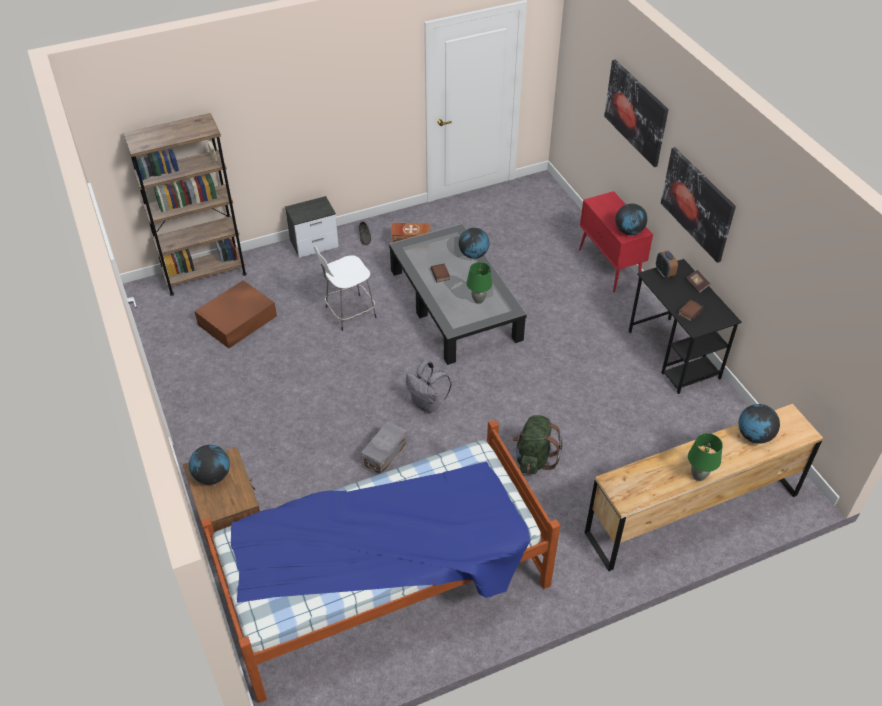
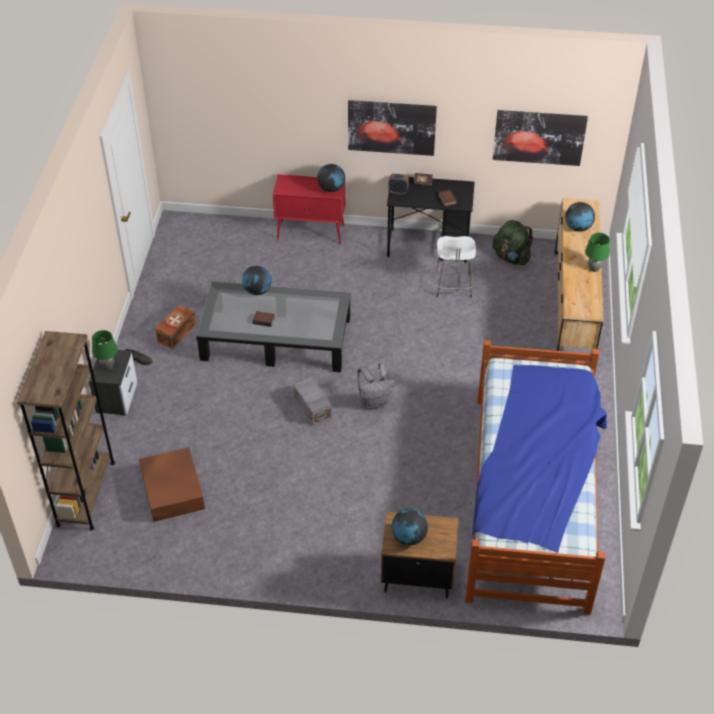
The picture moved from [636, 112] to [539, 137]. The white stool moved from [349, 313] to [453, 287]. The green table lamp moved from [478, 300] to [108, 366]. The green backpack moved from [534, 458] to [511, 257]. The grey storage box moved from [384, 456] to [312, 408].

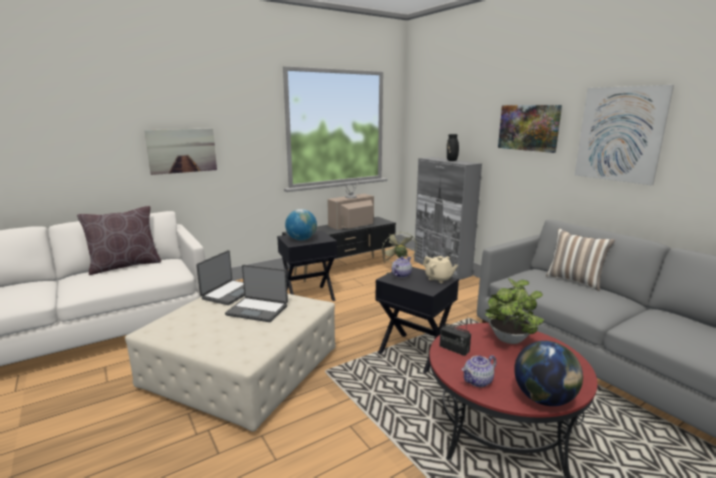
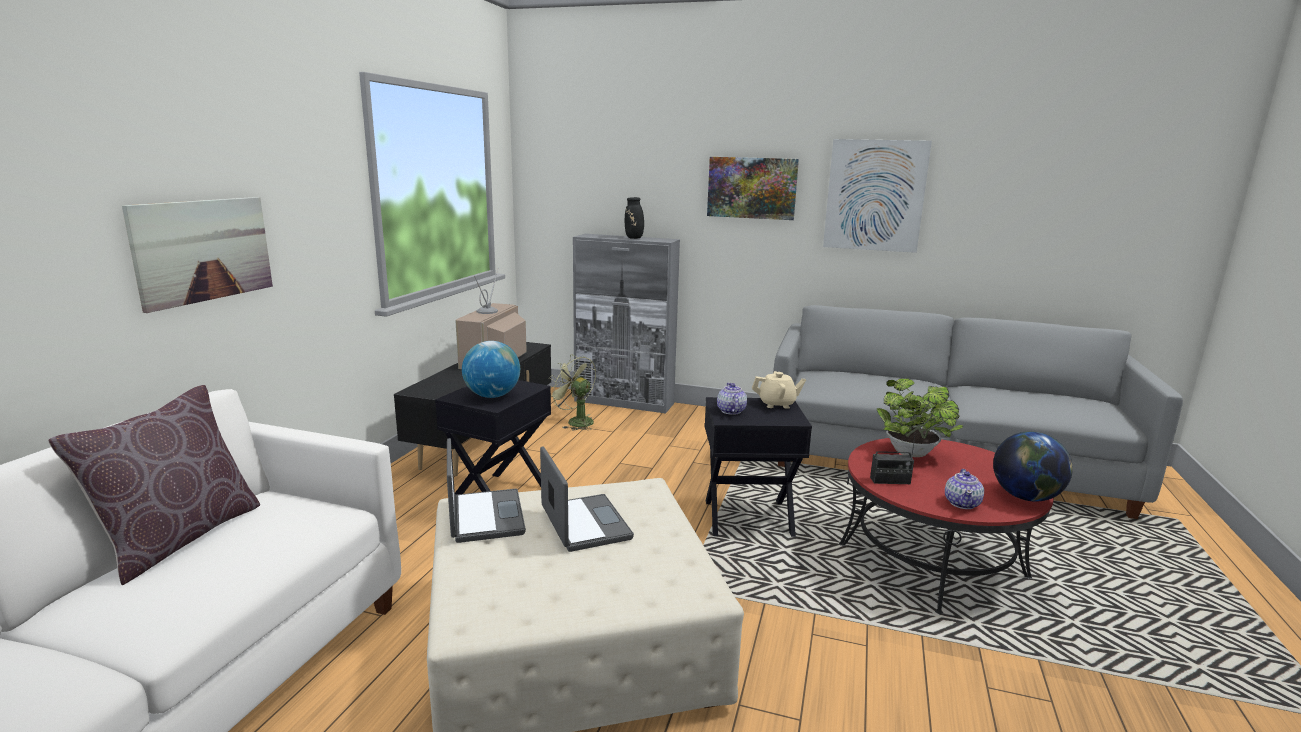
The pillow at [575, 280] disappeared. The laptop at [258, 310] turned 90 degrees counterclockwise.

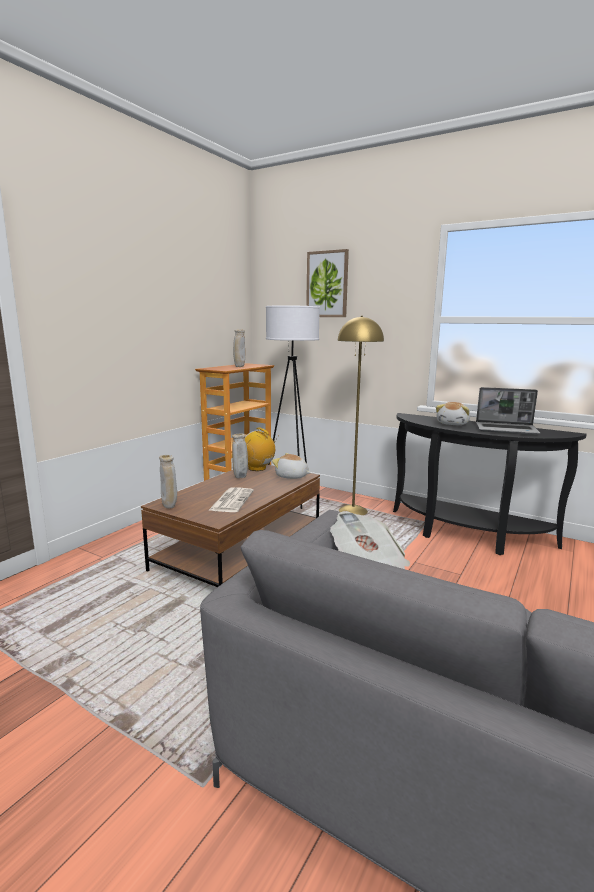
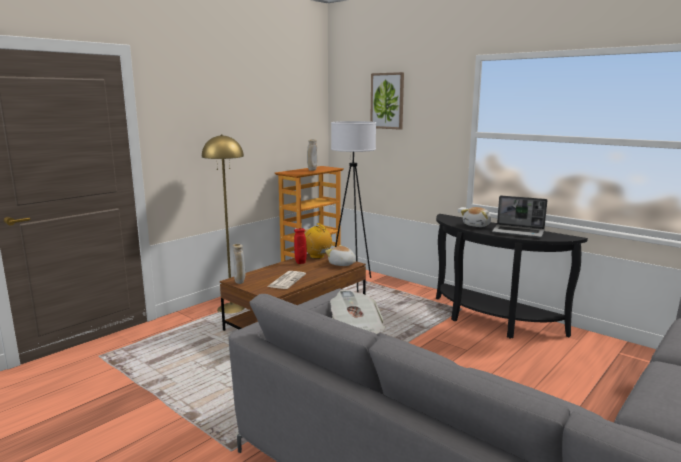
The yellow floor lamp moved from [352, 511] to [231, 308]. The beige vase at [240, 477] became the red vase at [300, 263].

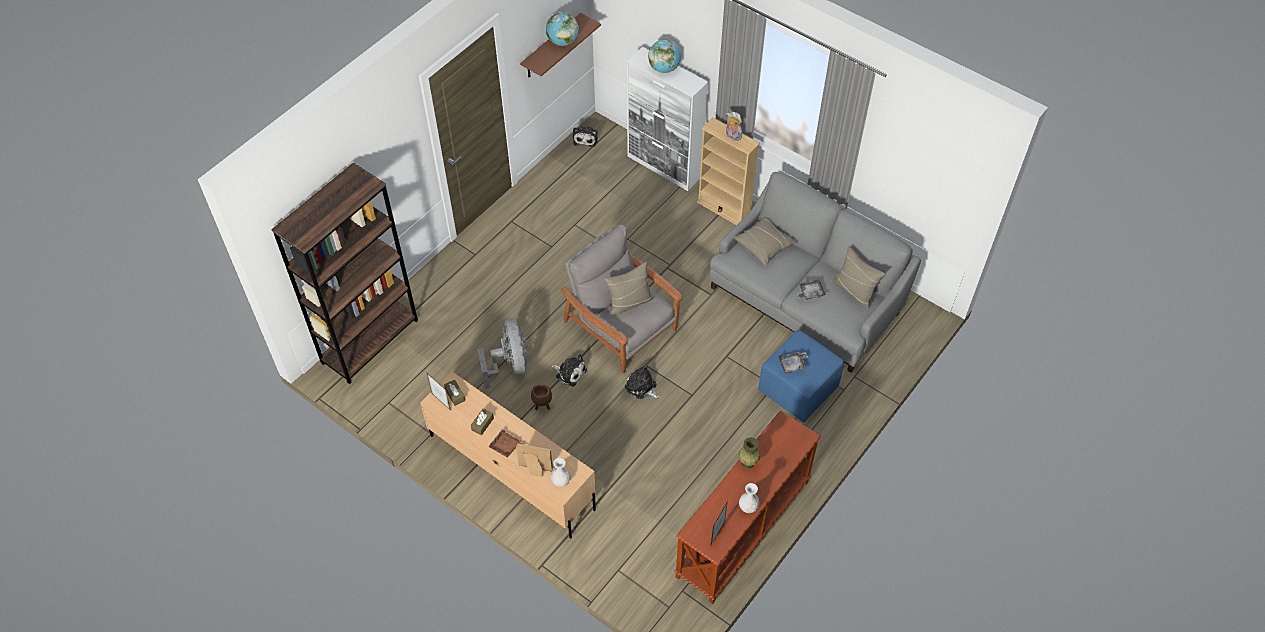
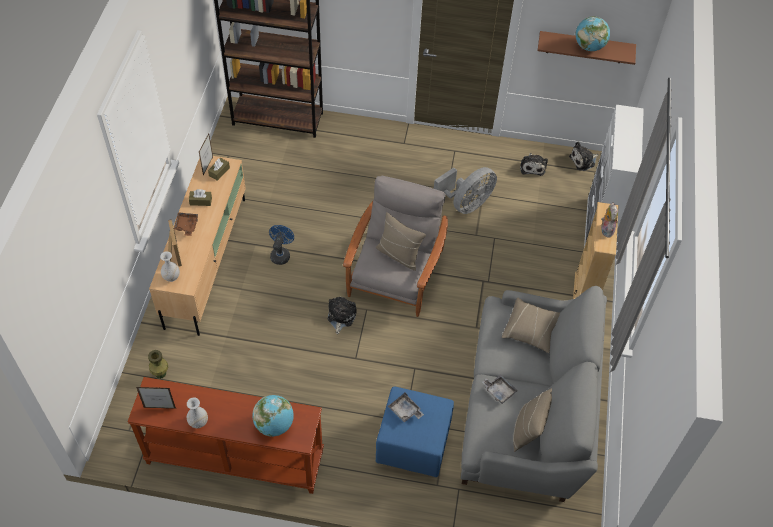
The globe moved from [664, 68] to [274, 425]. The grey fan moved from [510, 365] to [466, 204]. The plush toy moved from [569, 372] to [532, 166]. The brown planter at [542, 406] was replaced by the blue fan at [281, 254]. The green vase moved from [748, 463] to [160, 373].

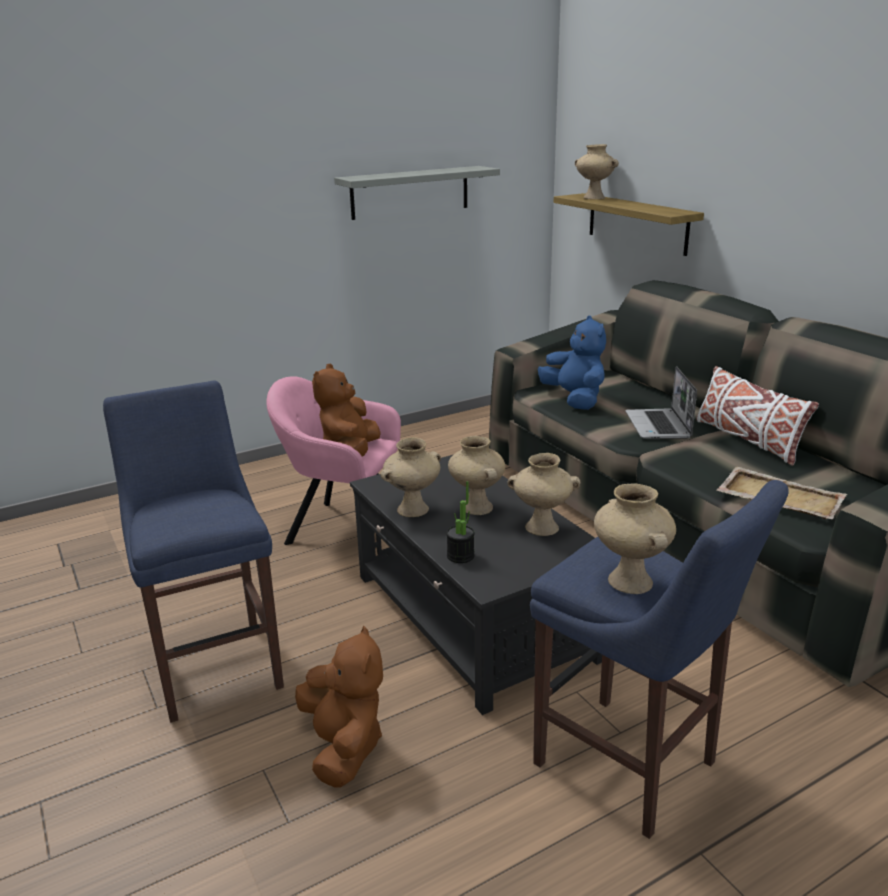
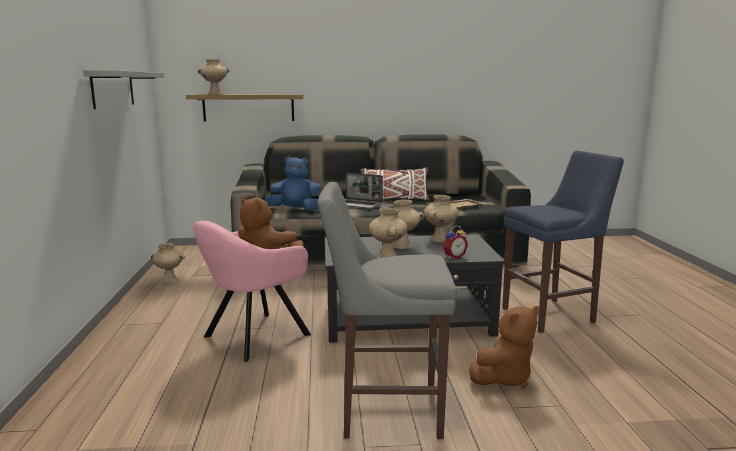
The blue stool at [216, 664] became the grey stool at [385, 411]. The potted plant at [460, 556] was replaced by the alarm clock at [453, 257]. The beige vase moved from [628, 581] to [169, 280]. The brown plush toy at [343, 747] turned 135 degrees clockwise.

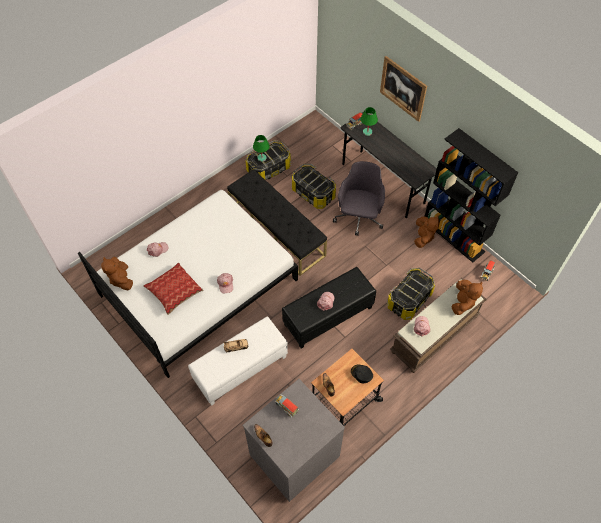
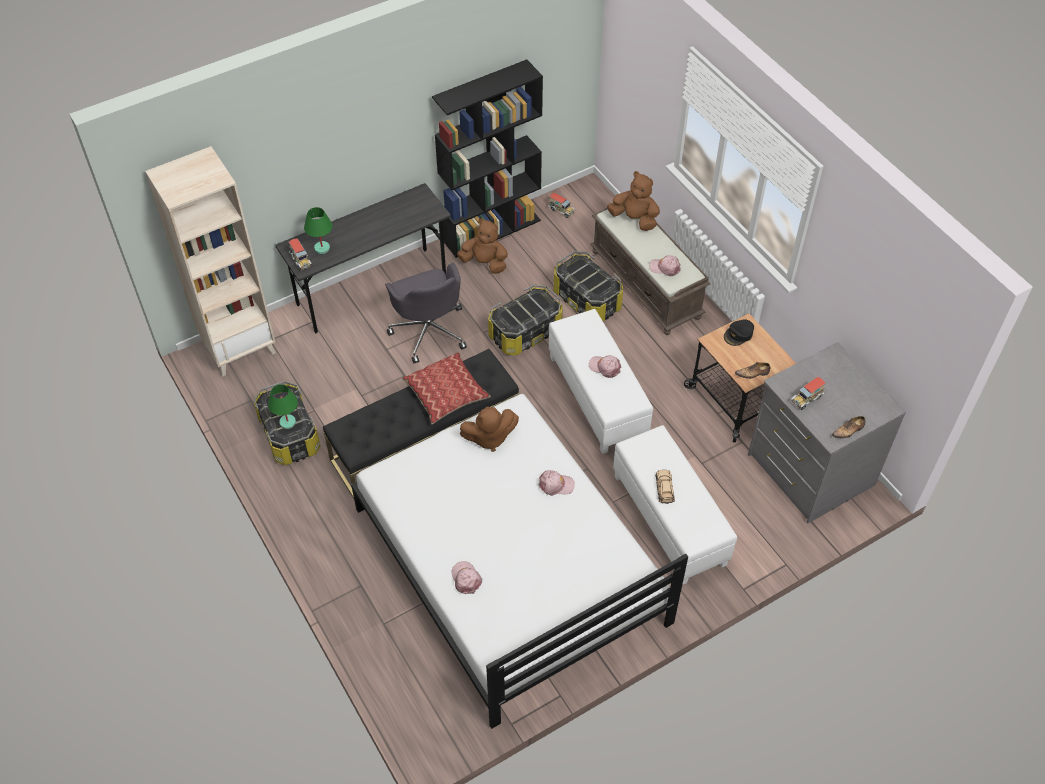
The picture at [403, 88] disappeared. The grey office chair at [359, 218] turned 135 degrees counterclockwise. The storage box moved from [313, 193] to [525, 333]. The brown plush toy moved from [121, 279] to [489, 437]. The pillow moved from [174, 291] to [446, 393]. The black ottoman at [328, 316] became the white ottoman at [598, 397]. The beige bookcase at [240, 348] appeared.

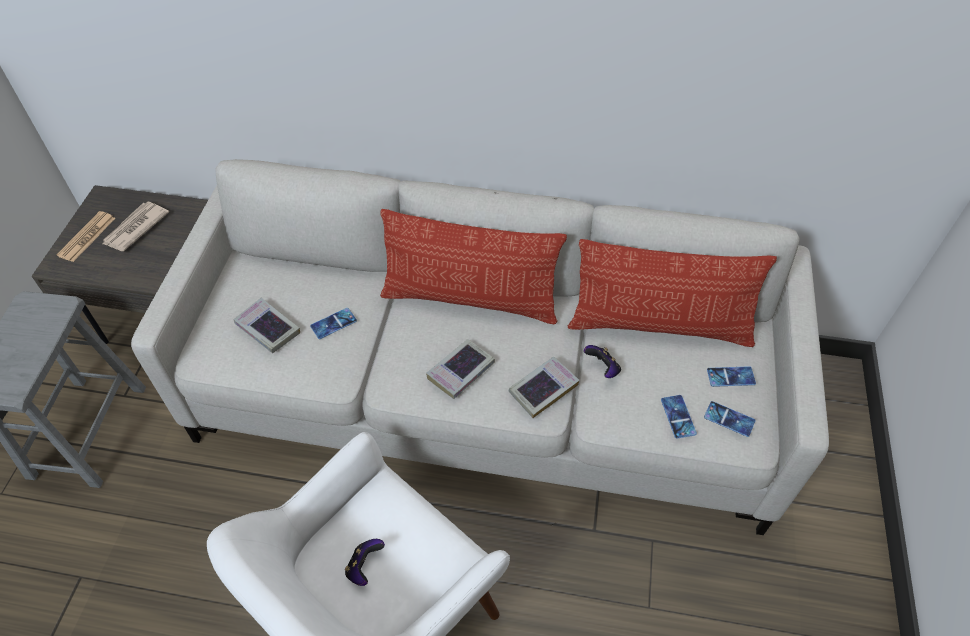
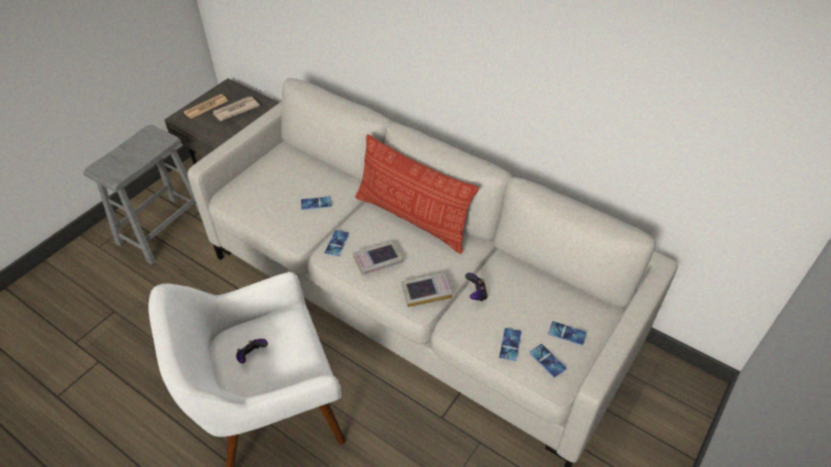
The pillow at [659, 326] disappeared. The book at [268, 329] disappeared. The phone at [336, 243] appeared.

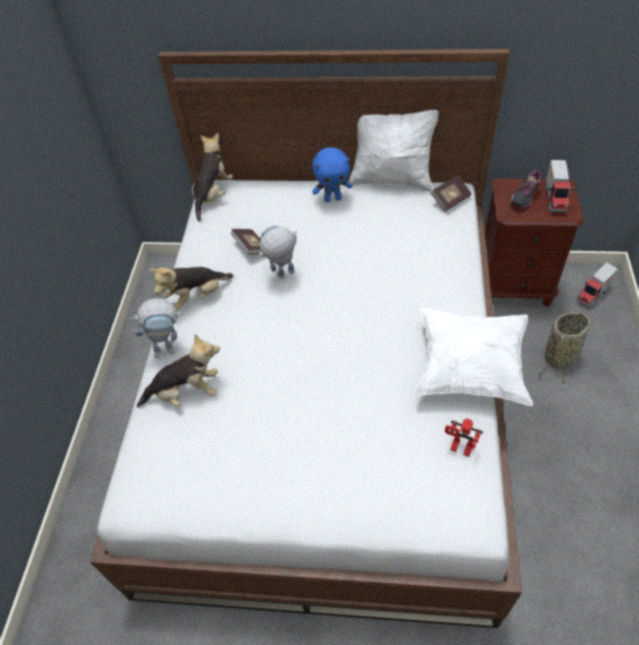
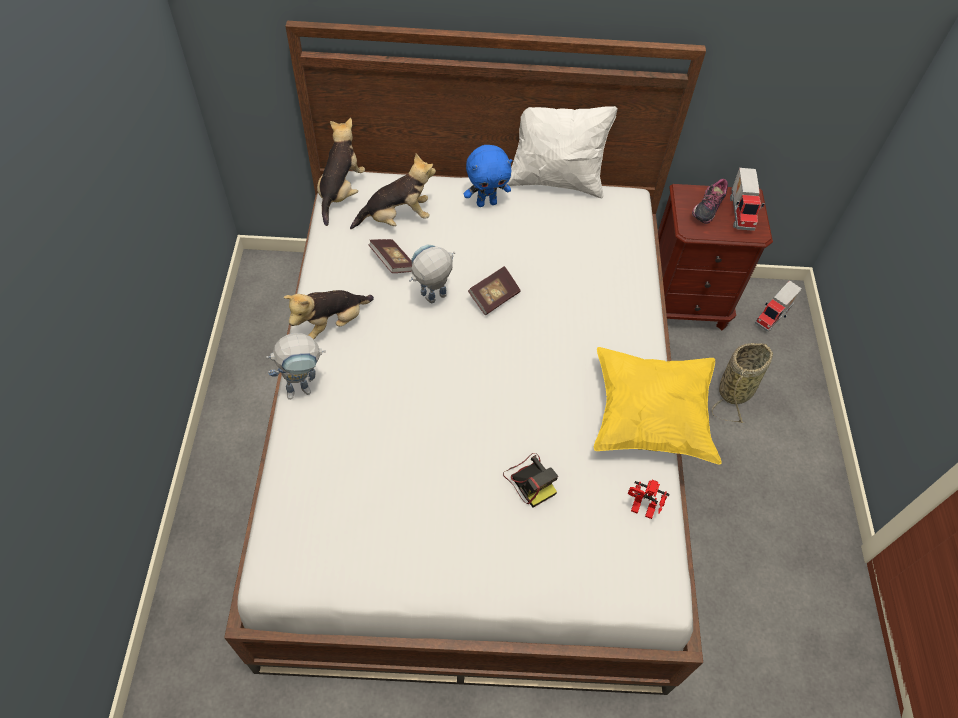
The book moved from [450, 200] to [494, 297]. The white pillow at [470, 368] became the yellow pillow at [650, 417]. The plush toy moved from [186, 393] to [397, 218]. The photo camera at [530, 480] appeared.

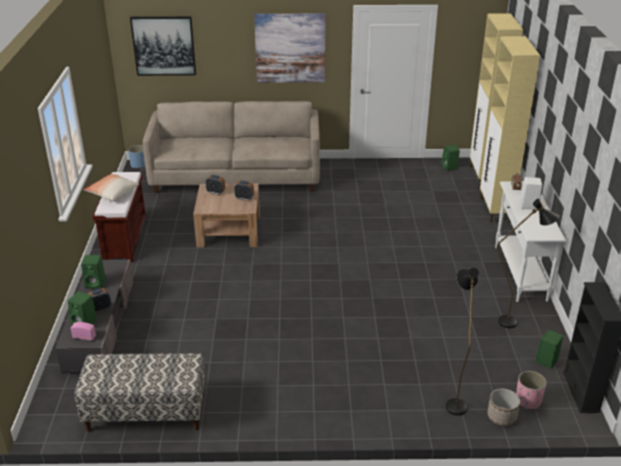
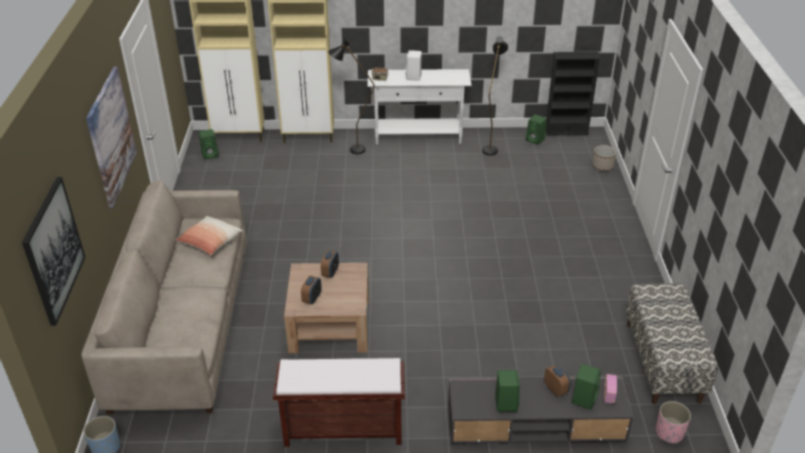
The pillow moved from [112, 193] to [210, 242]. The black floor lamp moved from [454, 401] to [351, 150]. The pink planter moved from [528, 401] to [669, 433].

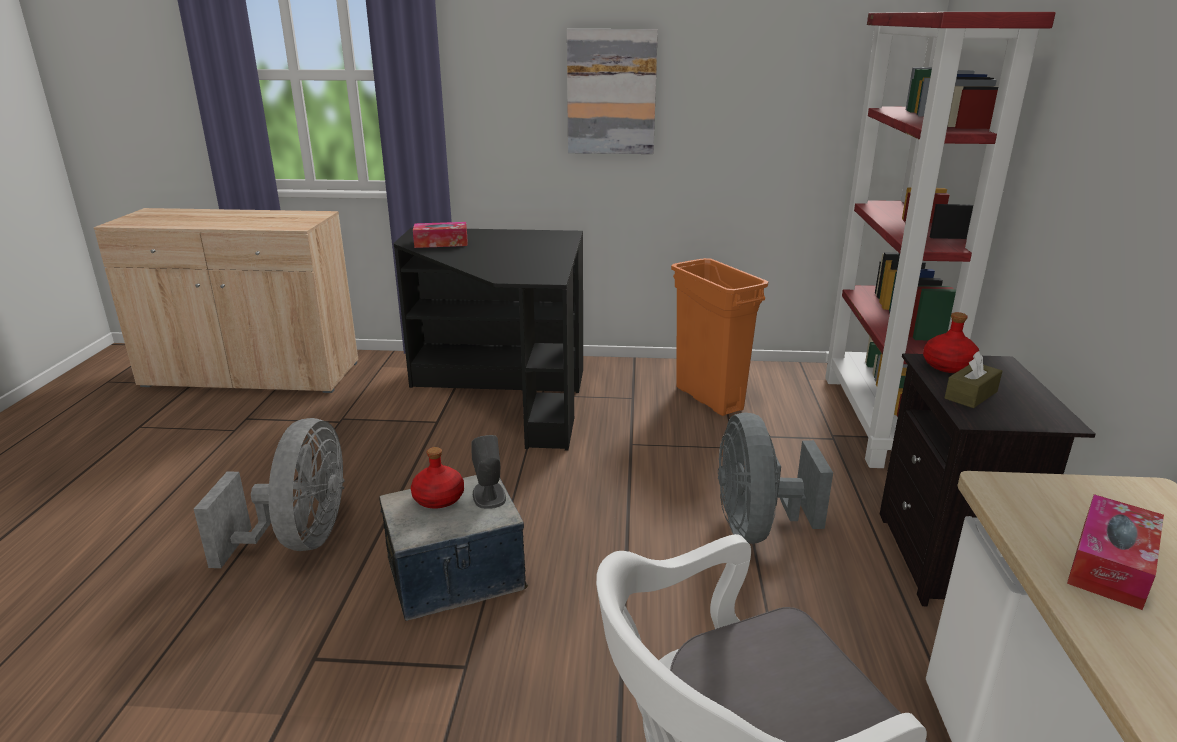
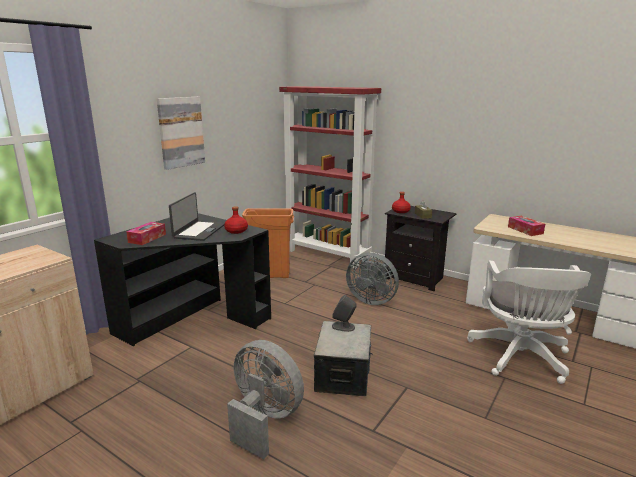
The red bottle moved from [439, 498] to [236, 231]. The laptop at [199, 231] appeared.

